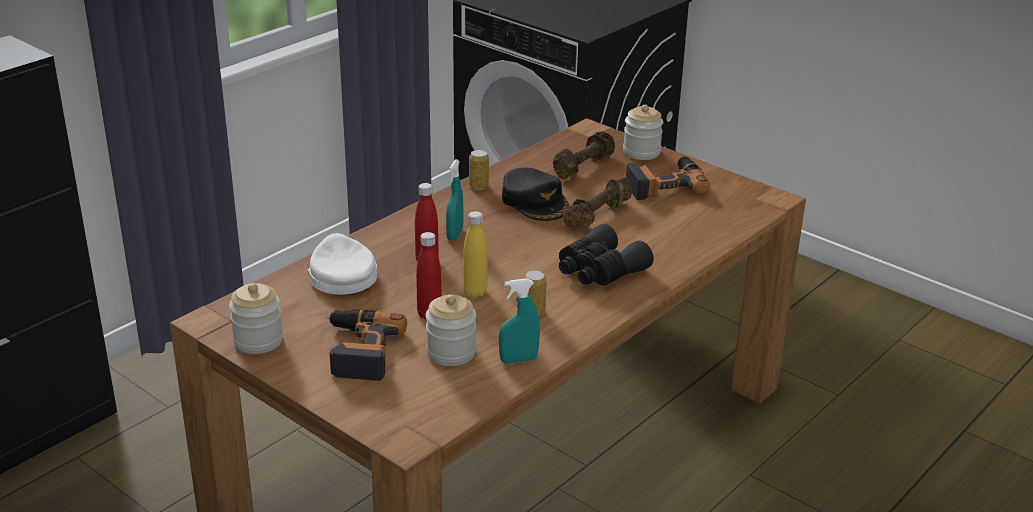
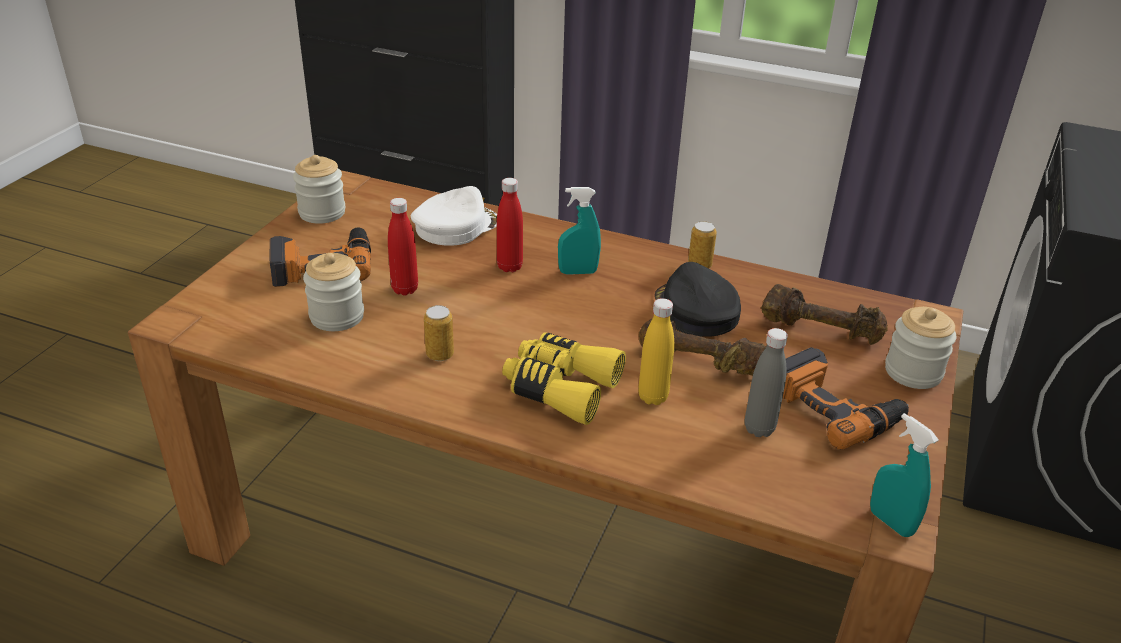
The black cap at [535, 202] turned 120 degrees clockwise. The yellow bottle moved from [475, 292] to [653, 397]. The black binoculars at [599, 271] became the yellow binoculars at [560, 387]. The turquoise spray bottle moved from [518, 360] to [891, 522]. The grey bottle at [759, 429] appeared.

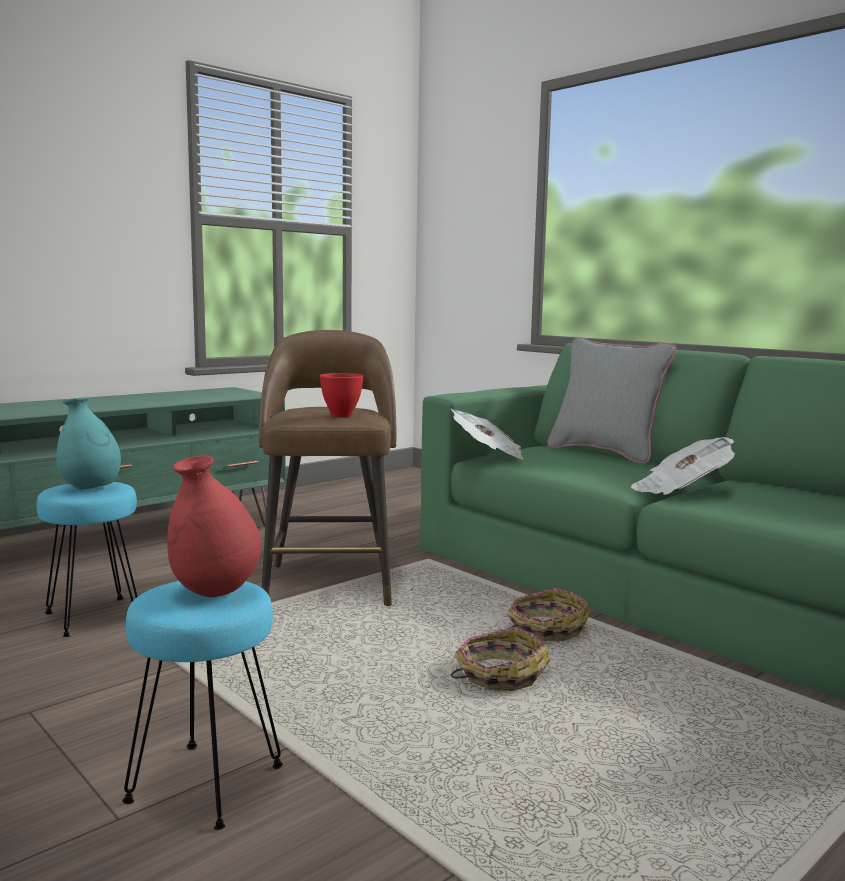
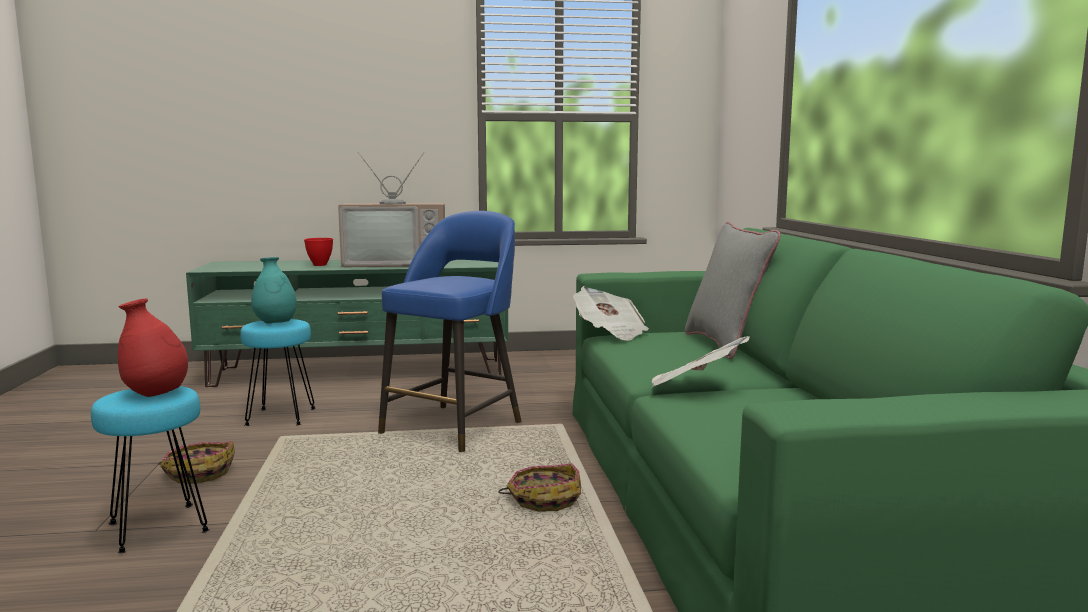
The brown stool at [329, 583] became the blue stool at [454, 426]. The red bowl moved from [342, 416] to [319, 265]. The basket moved from [498, 675] to [199, 472]. The television at [396, 263] appeared.

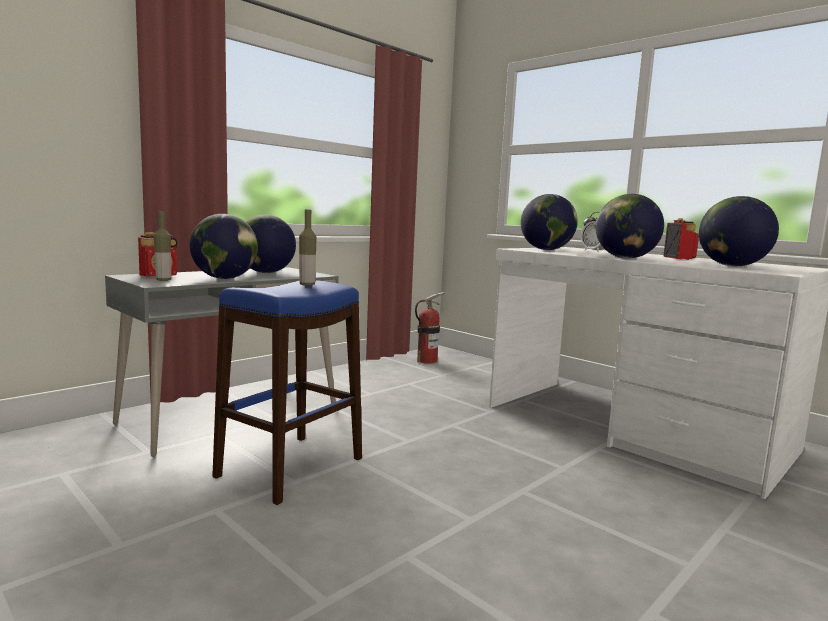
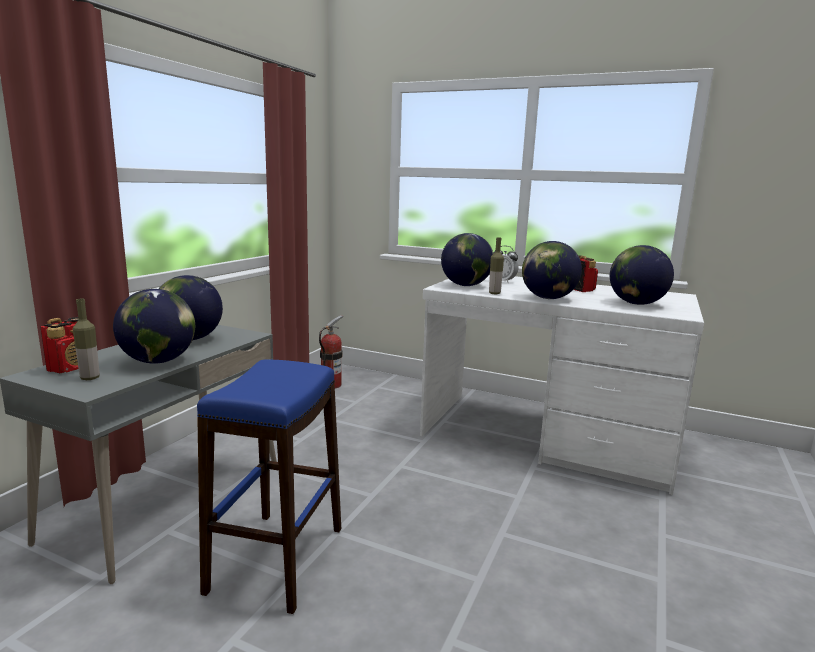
The bottle moved from [307, 285] to [494, 293].

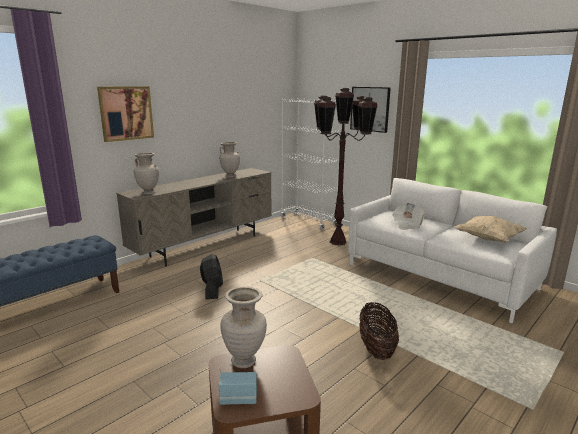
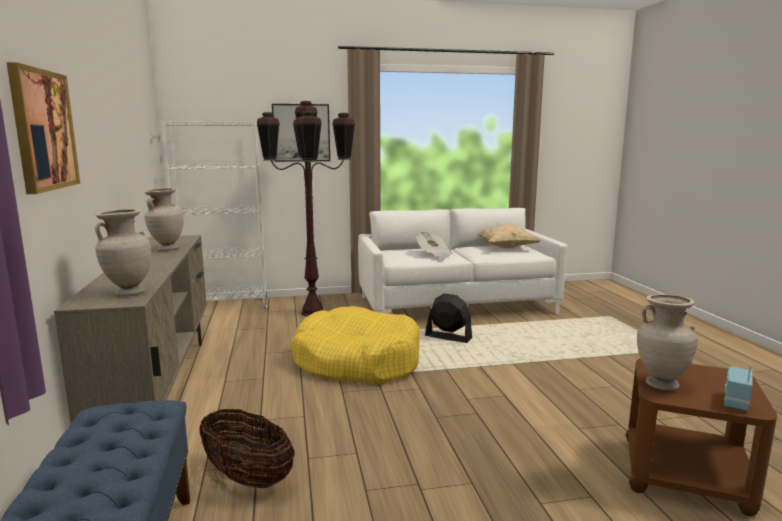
The black fan moved from [212, 290] to [448, 337]. The basket moved from [376, 348] to [247, 477]. The yellow dog bed at [357, 361] appeared.

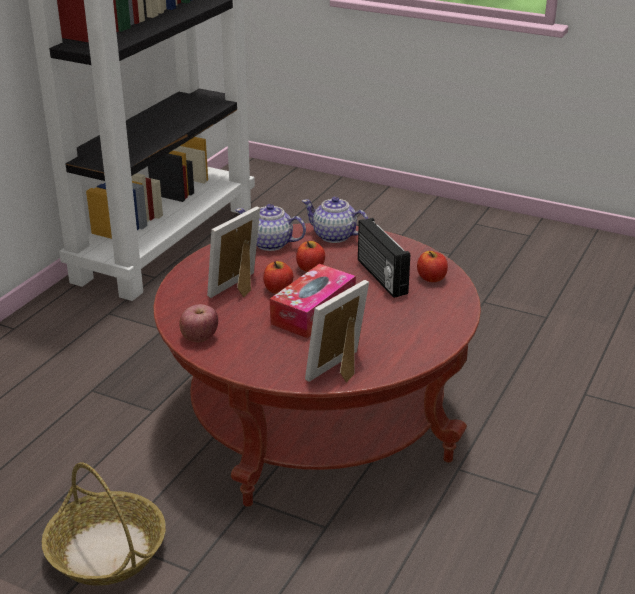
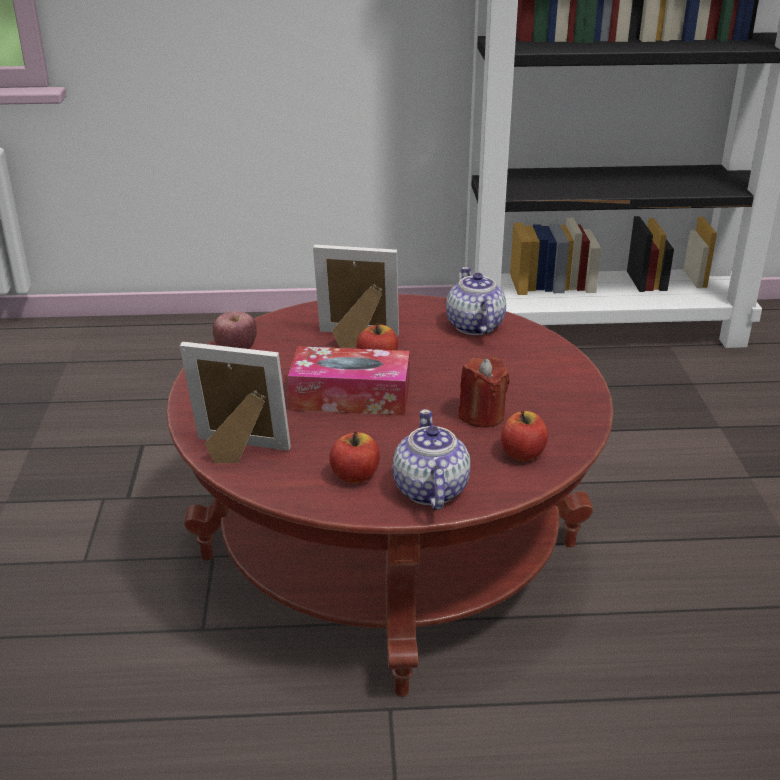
The teapot moved from [335, 236] to [429, 491]. The radio at [380, 277] was replaced by the red candle at [481, 416]. The apple moved from [310, 268] to [355, 475]. The basket at [106, 551] disappeared.

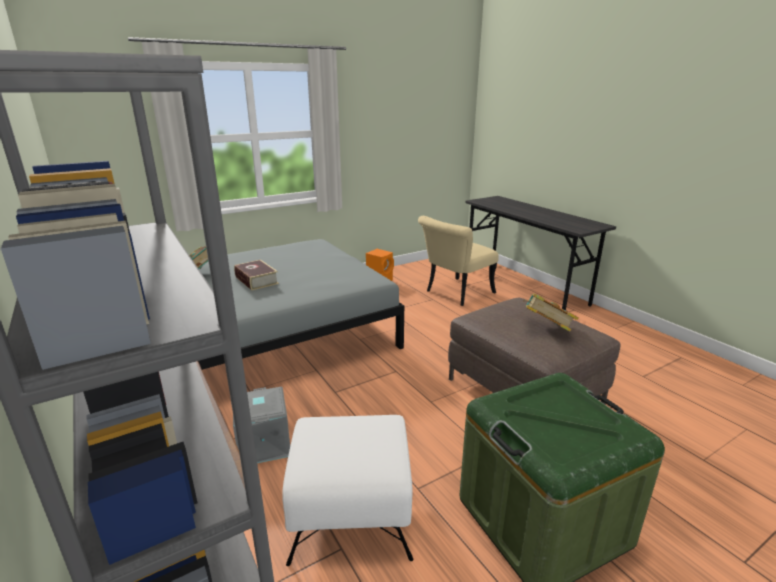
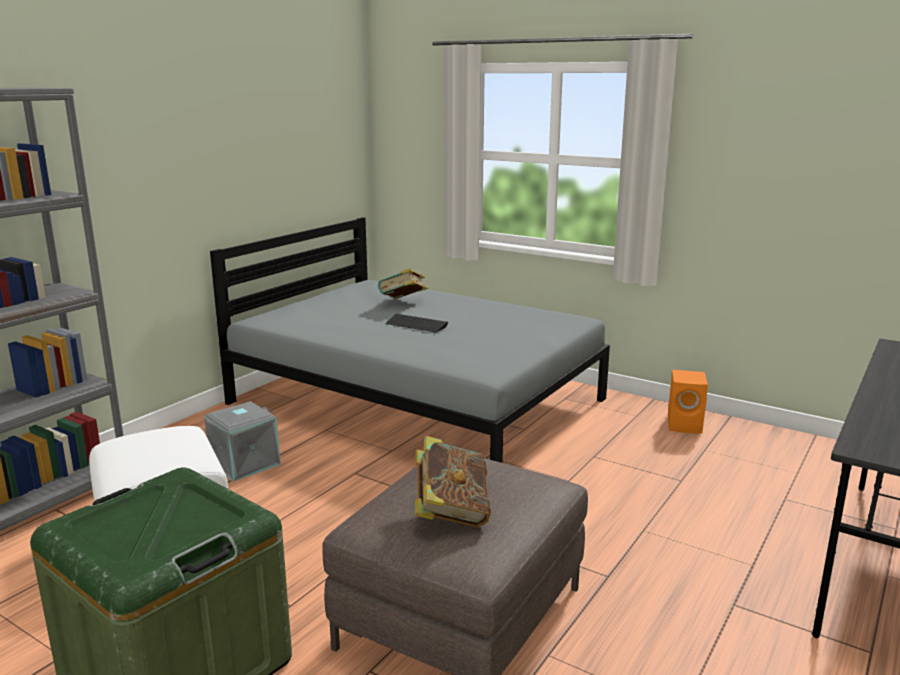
The beige chair at [455, 294] disappeared. The book at [256, 280] was replaced by the keyboard at [416, 324].

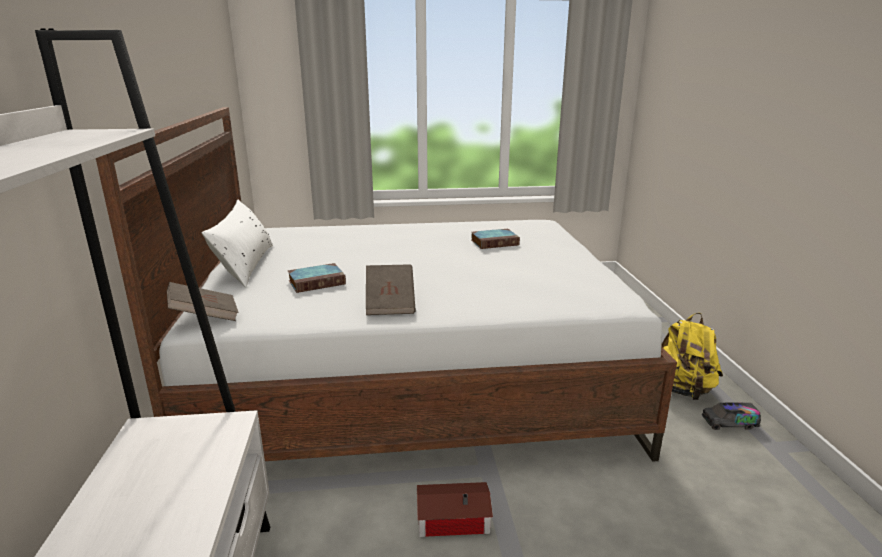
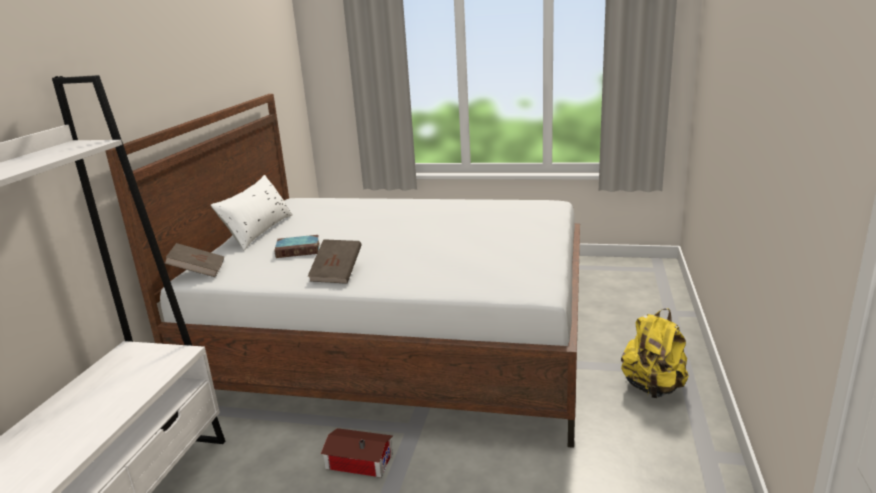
The book at [495, 242] disappeared. The toy truck at [729, 423] disappeared.

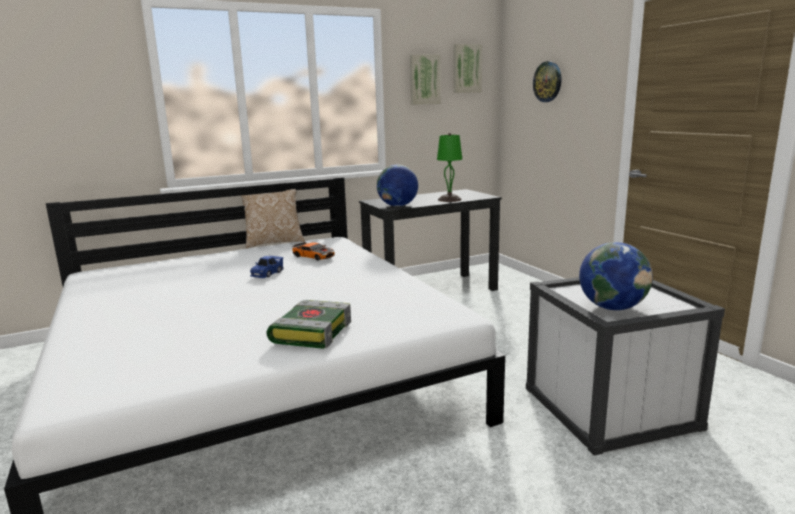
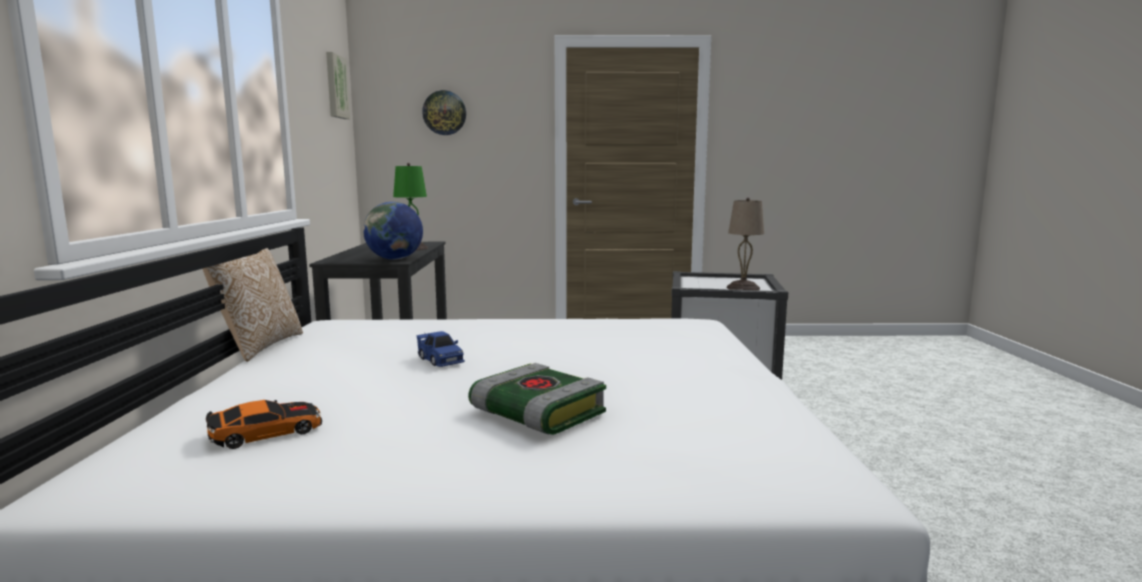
The picture at [424, 79] disappeared. The toy car moved from [314, 256] to [266, 432]. The globe at [612, 307] was replaced by the beige table lamp at [742, 288]. The book moved from [311, 332] to [535, 413].

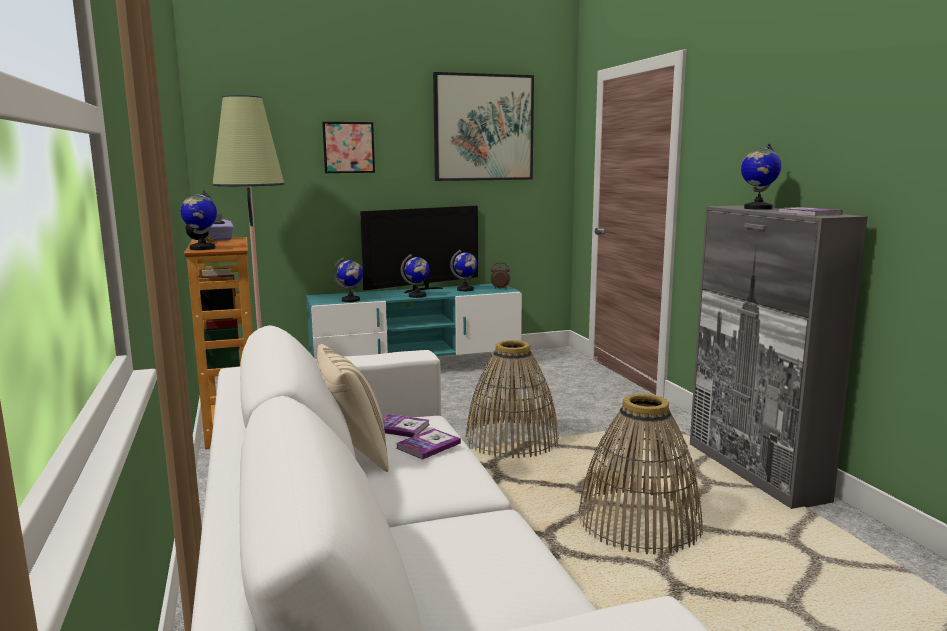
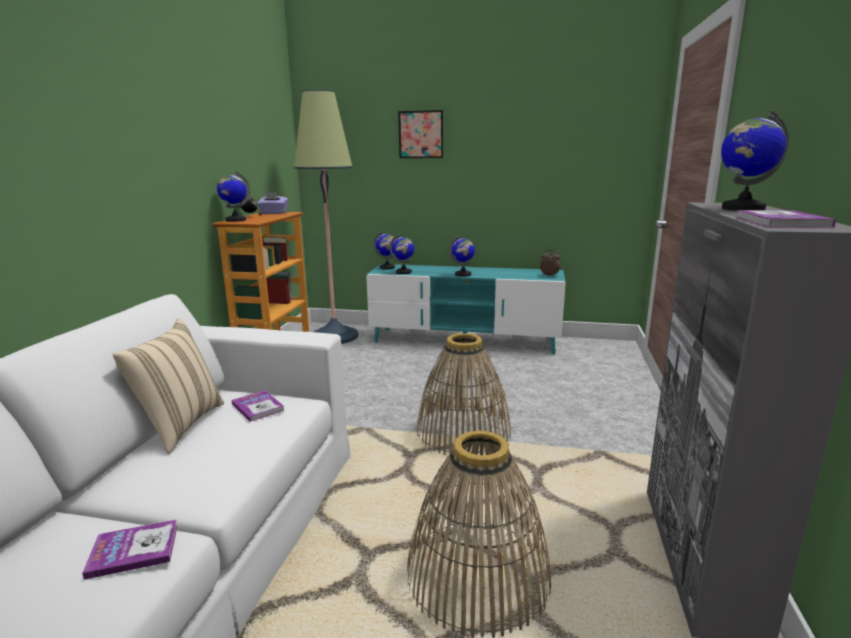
The picture at [483, 128] disappeared. The television at [422, 290] disappeared. The globe moved from [465, 289] to [387, 268]. The book moved from [428, 445] to [134, 550].

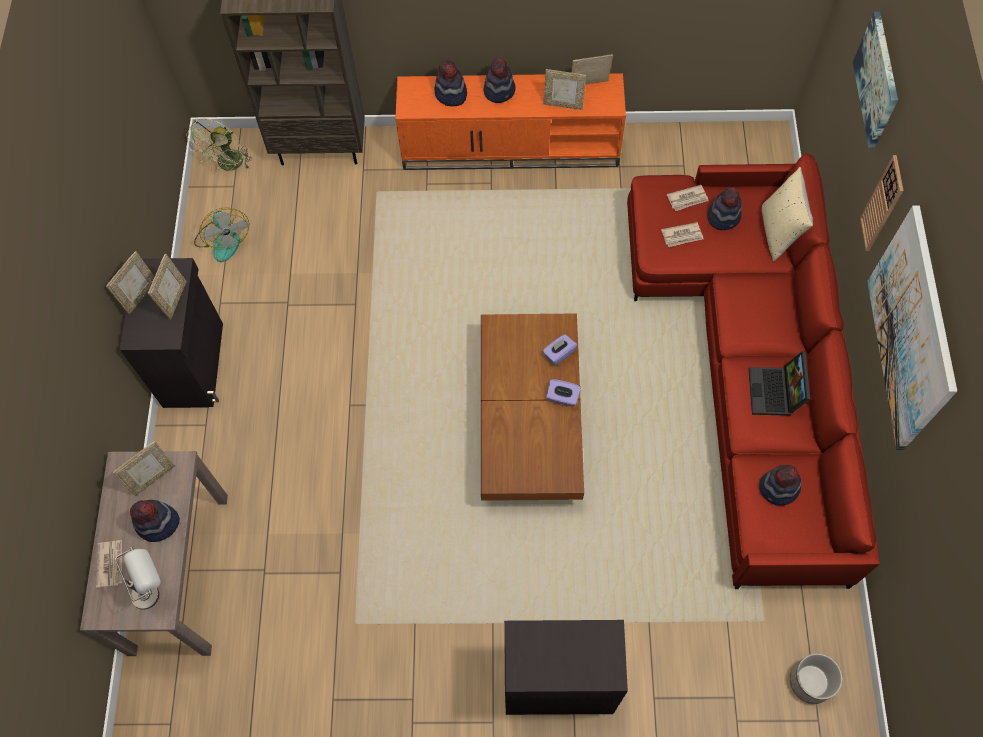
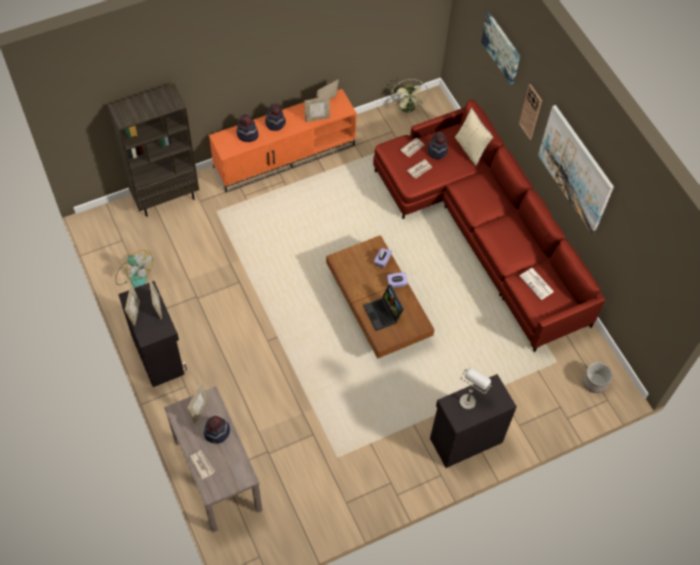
The green fan moved from [228, 166] to [408, 109]. The laptop moved from [775, 393] to [383, 314]. The hat at [778, 489] was replaced by the newspaper at [537, 284]. The grey table lamp moved from [154, 590] to [470, 397].

